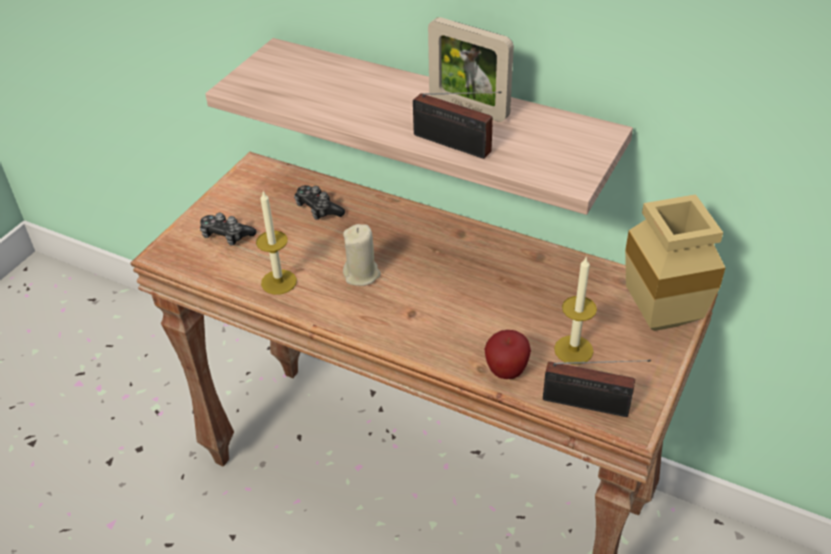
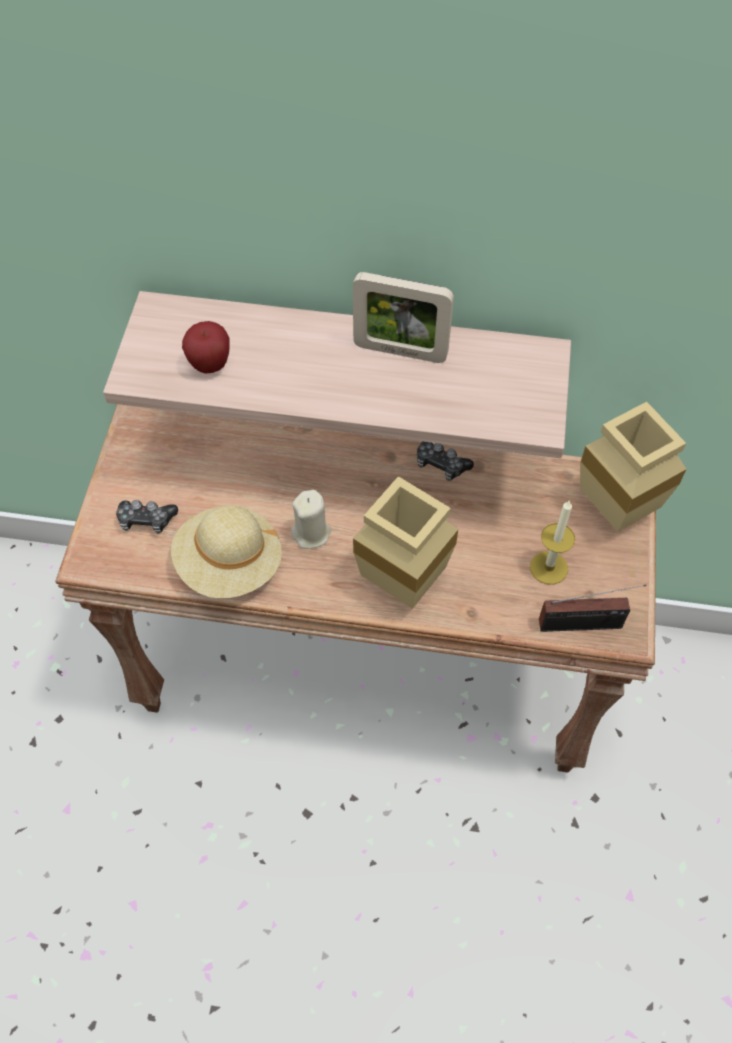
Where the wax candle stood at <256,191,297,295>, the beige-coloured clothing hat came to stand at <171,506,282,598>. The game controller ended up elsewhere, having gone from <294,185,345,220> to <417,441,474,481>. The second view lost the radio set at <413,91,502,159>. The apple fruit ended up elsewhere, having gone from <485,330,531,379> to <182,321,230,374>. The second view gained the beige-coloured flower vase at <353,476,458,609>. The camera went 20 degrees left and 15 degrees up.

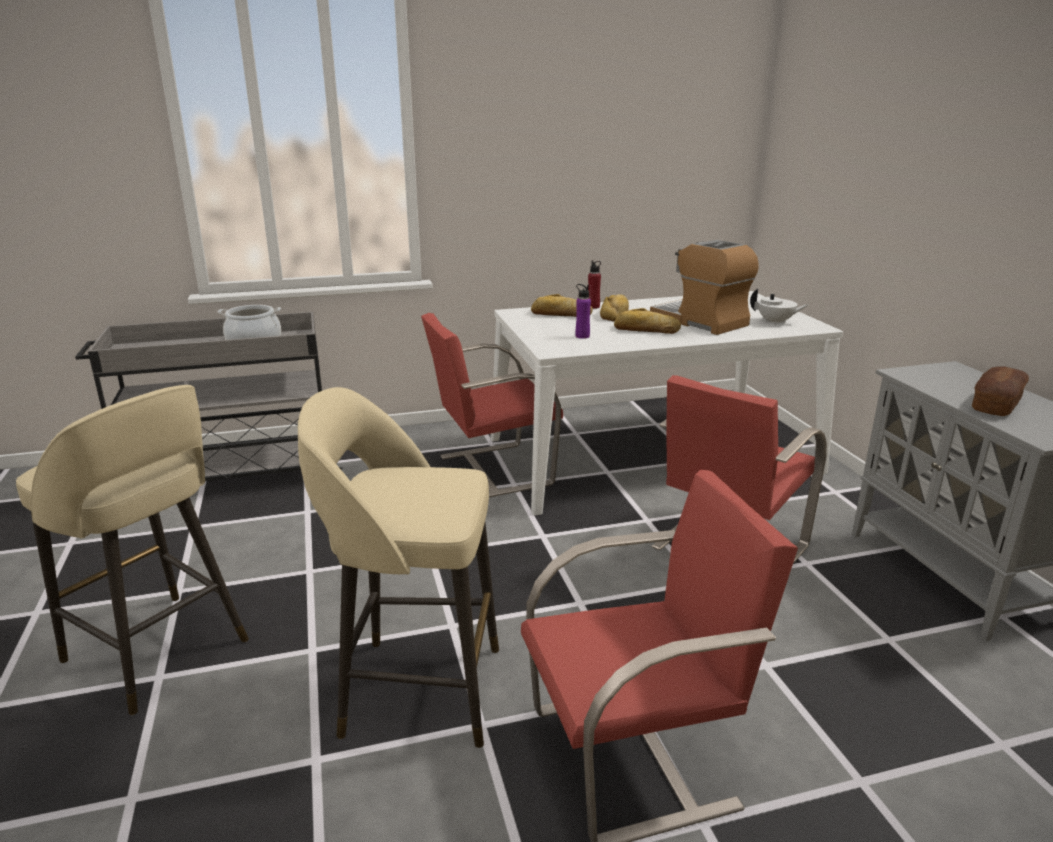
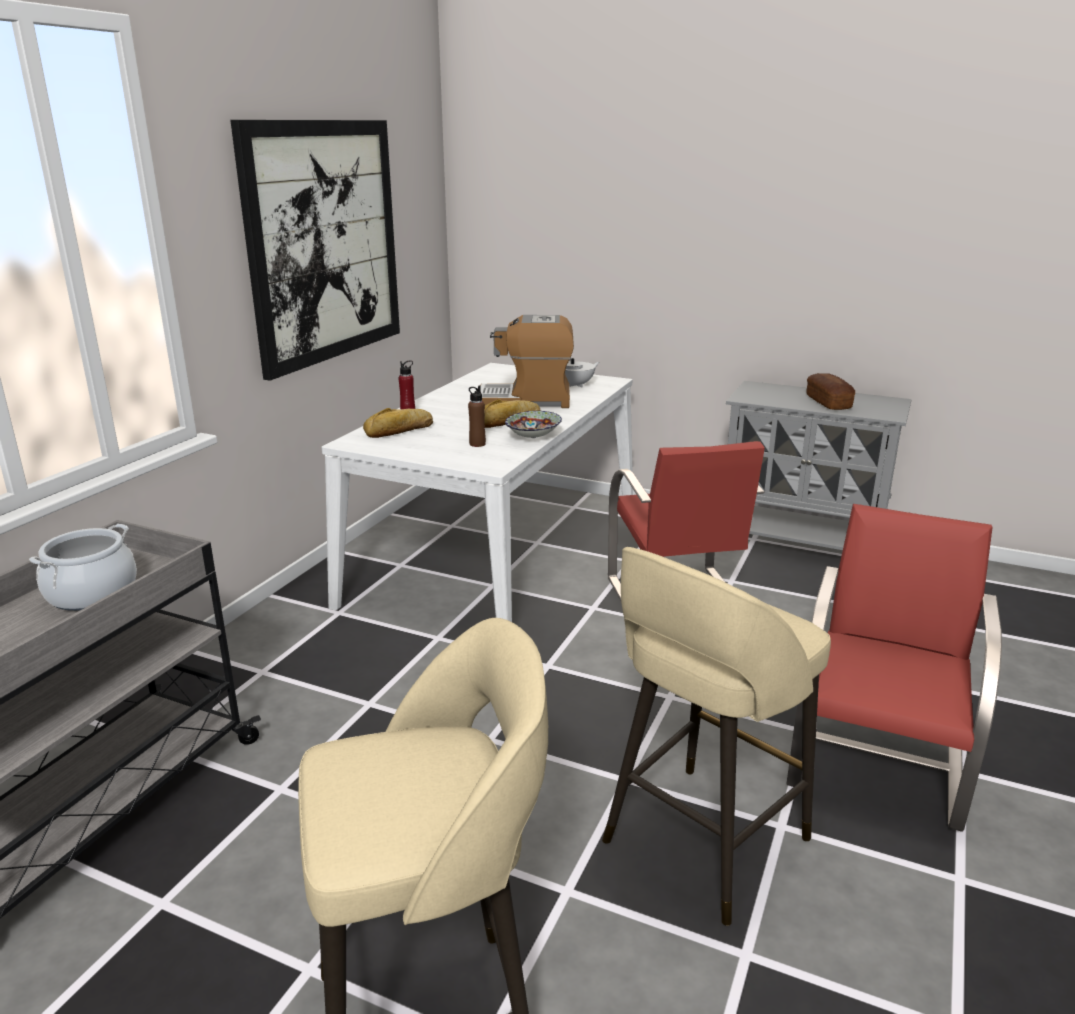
The second view lost the red upright chair at <421,313,563,497>. What was the purplish bottle at <575,284,591,339> turned into the brown bottle at <468,385,486,447>. The second view lost the baked bread at <600,294,629,322>. The second view gained the wall picture at <230,120,400,381>. The second view gained the serving bowl at <505,411,562,438>. The camera went 50 degrees left and 0 degrees up.

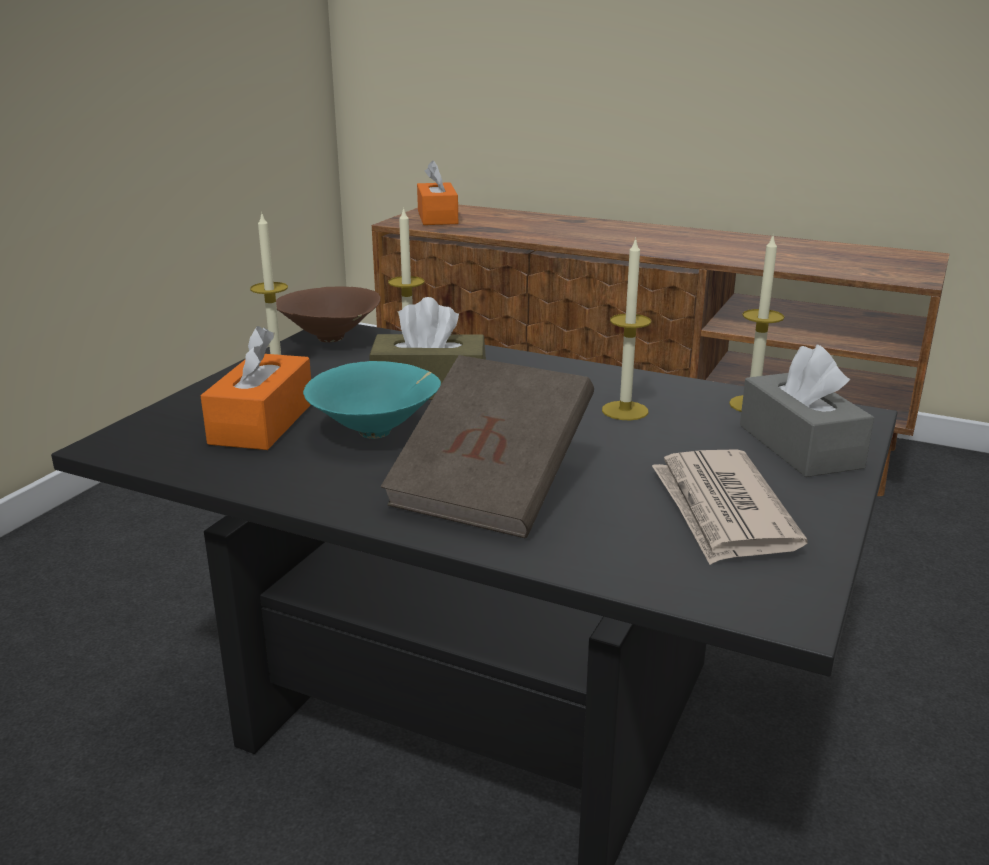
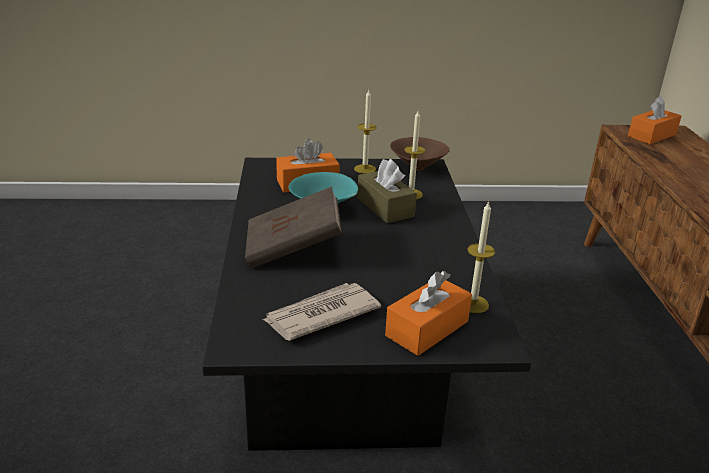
The second view lost the wax candle at <602,237,651,420>. What was the grey box of tissues at <740,345,874,477> turned into the orangey box of tissues at <385,271,472,356>. The camera went 60 degrees right and 5 degrees up.

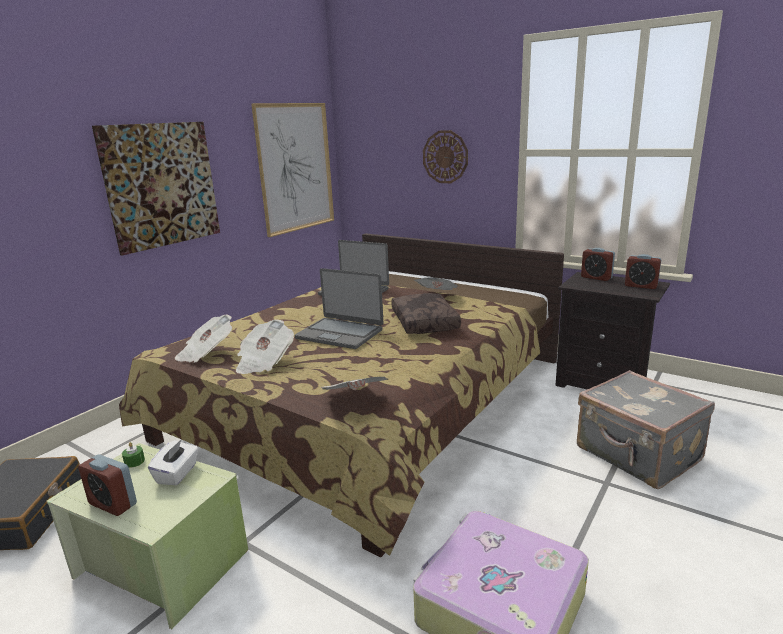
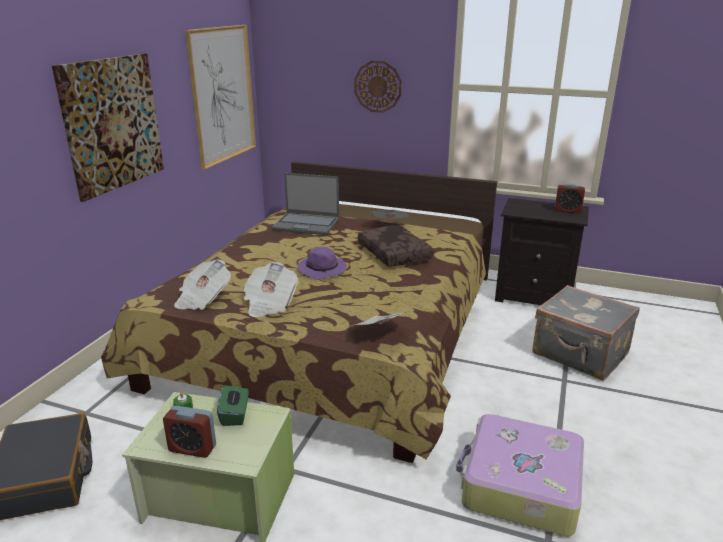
What was the whitish box of tissues at <148,440,198,485> turned into the green-coloured box of tissues at <217,385,249,426>. Where the laptop stood at <294,268,383,349>, the purplish clothing hat came to stand at <297,247,347,279>. The second view lost the table clock at <581,248,615,281>. The camera went 15 degrees left and 5 degrees up.

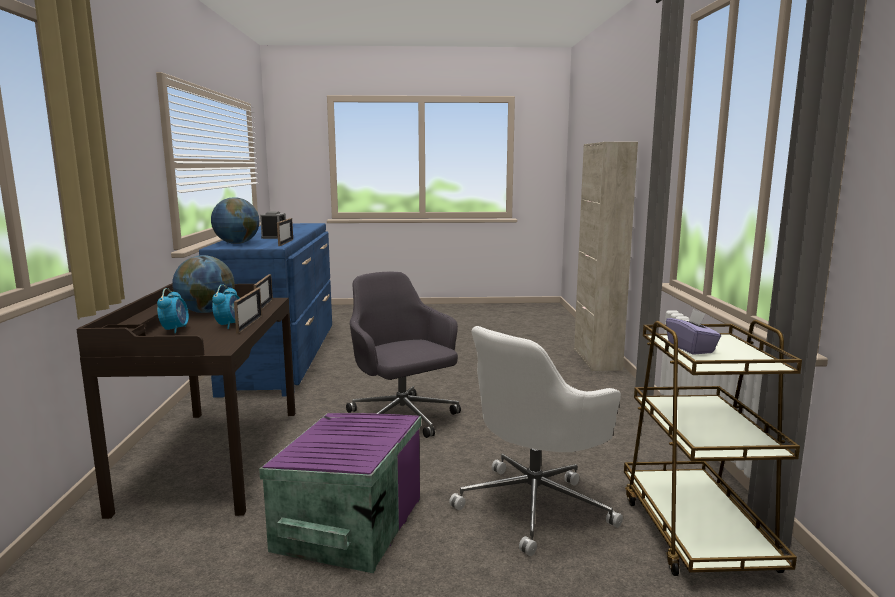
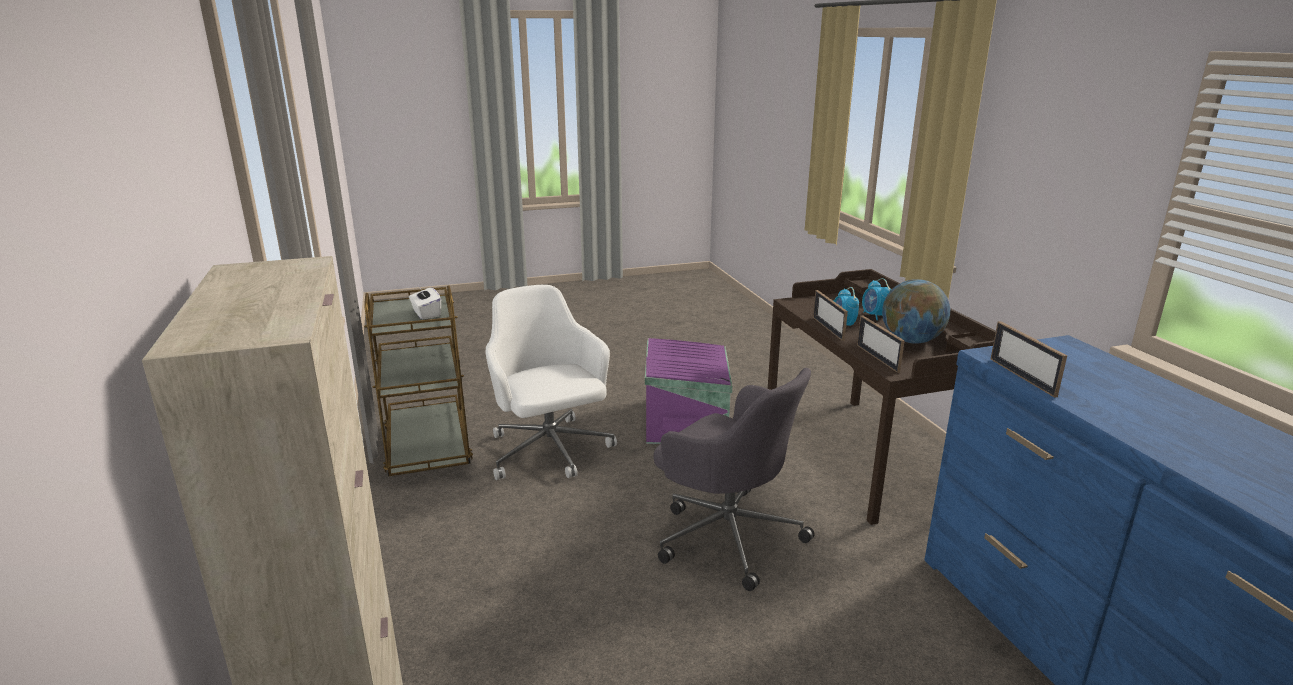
The second view lost the world globe at <211,197,260,244>. The second view lost the table clock at <260,211,286,239>. The whitish office chair at <449,326,623,556> ended up facing another way, 60 degrees counterclockwise from before. What was the purplish box of tissues at <666,309,721,355> turned into the whitish box of tissues at <409,285,441,319>. The camera went 165 degrees right and 10 degrees up.

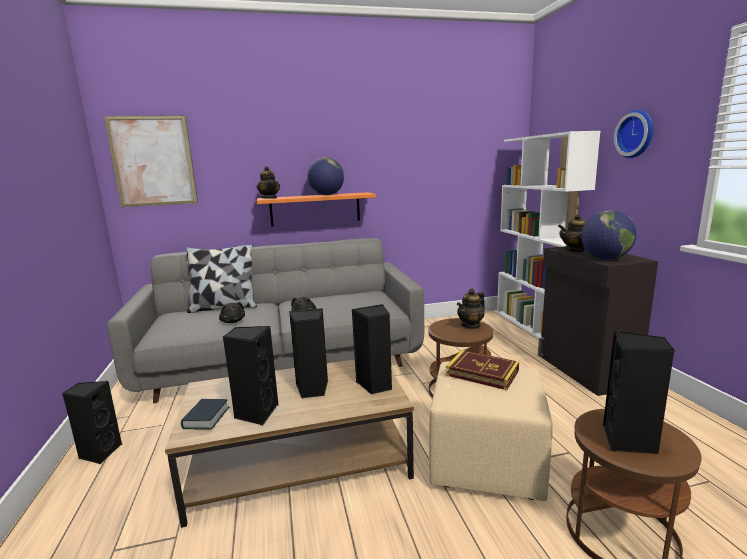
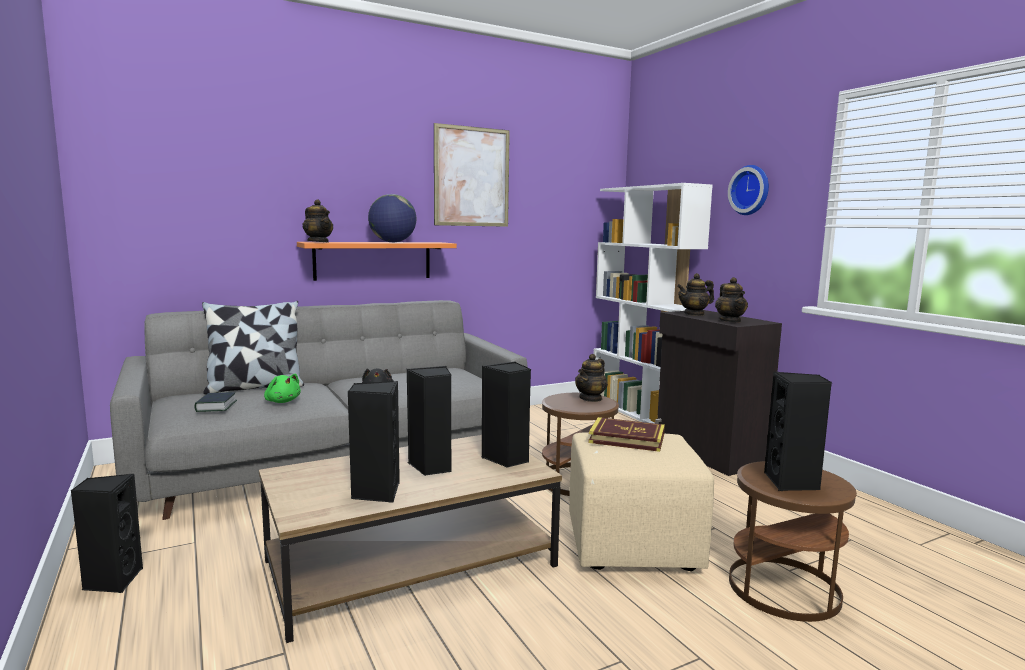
The wall picture ended up elsewhere, having gone from <104,115,198,207> to <434,123,510,227>. The volume ended up elsewhere, having gone from <181,399,229,430> to <195,392,237,412>. What was the black cuddly toy at <219,302,245,323> turned into the green-coloured cuddly toy at <264,374,301,403>. Where the world globe stood at <581,210,637,260>, the tea pot came to stand at <715,277,748,323>. The camera went 15 degrees left and 5 degrees down.

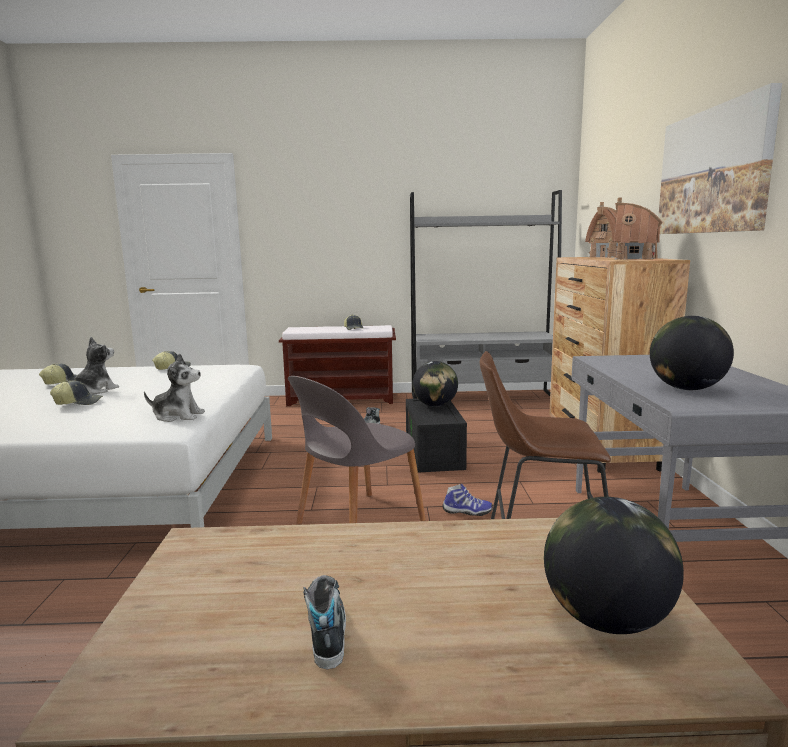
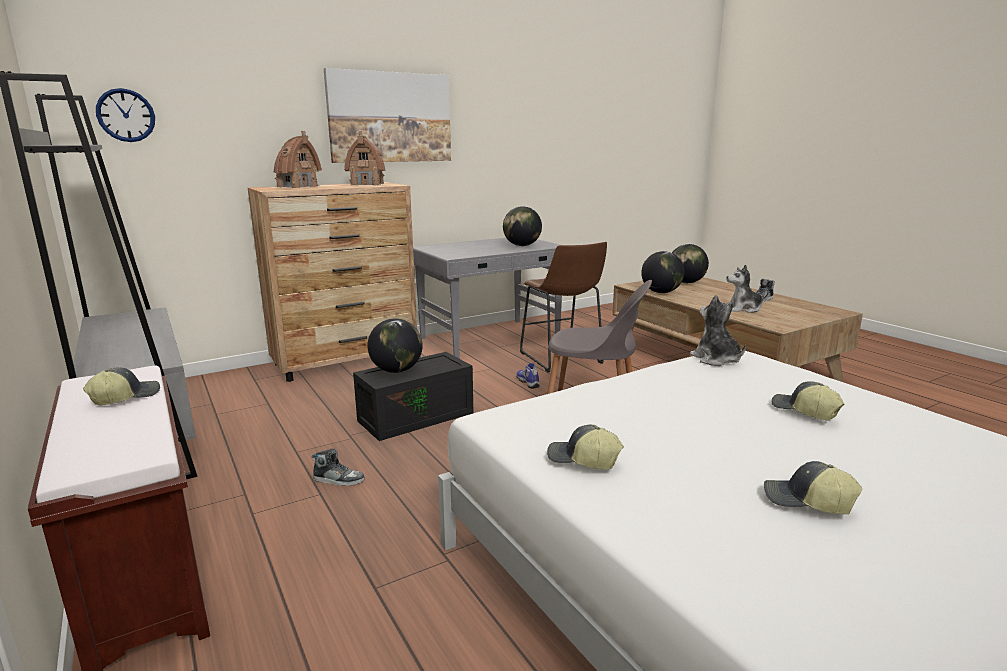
The cuddly toy ended up elsewhere, having gone from <66,337,119,394> to <726,265,769,313>. The second view gained the wall clock at <96,88,155,142>. The second view gained the world globe at <641,251,685,293>. The camera went 120 degrees left and 5 degrees up.

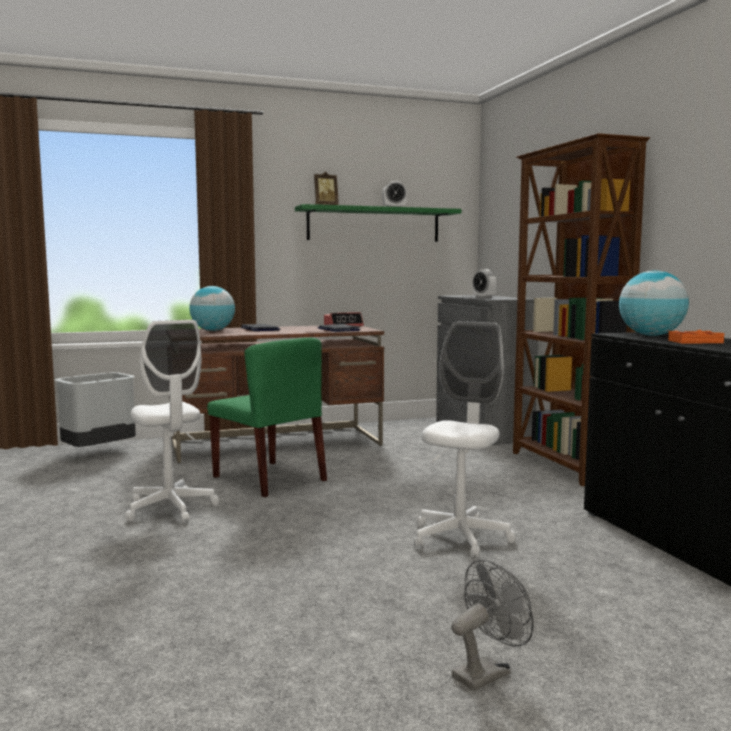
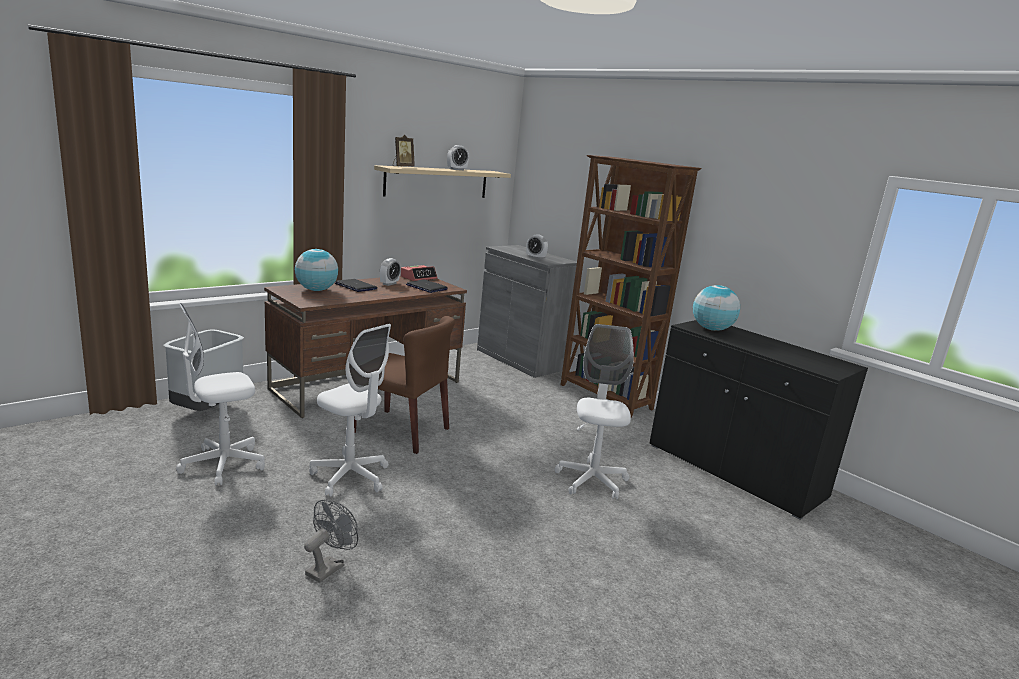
What was the green-coloured upright chair at <207,338,327,497> turned into the brown upright chair at <354,316,455,454>. What was the green-coloured wall shelf at <295,204,462,242> turned into the beige-coloured wall shelf at <374,165,511,198>. The grey cooling fan ended up elsewhere, having gone from <451,559,534,691> to <304,500,358,583>. The second view lost the orangey volume at <668,330,724,343>. The second view gained the whitish office chair at <176,303,265,485>. The second view gained the table clock at <380,258,401,286>. The camera went 25 degrees left and 10 degrees up.

